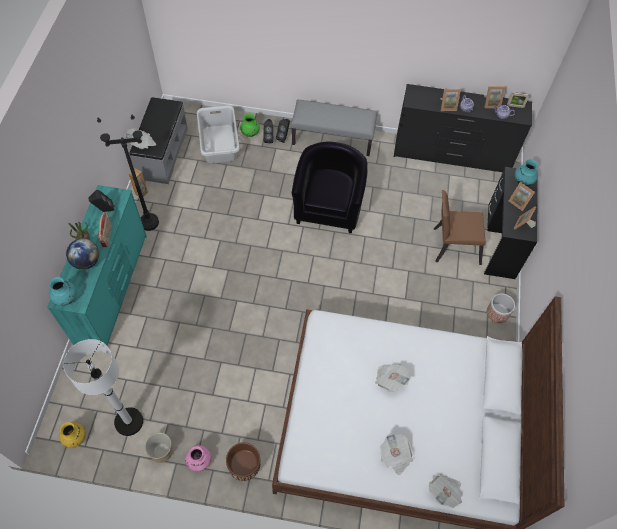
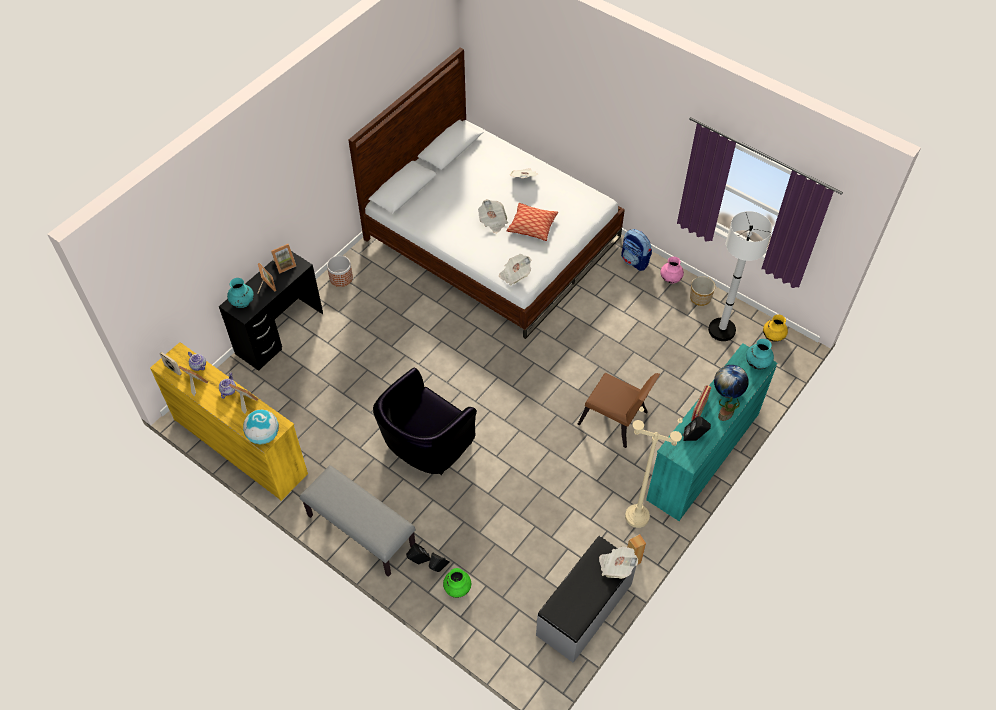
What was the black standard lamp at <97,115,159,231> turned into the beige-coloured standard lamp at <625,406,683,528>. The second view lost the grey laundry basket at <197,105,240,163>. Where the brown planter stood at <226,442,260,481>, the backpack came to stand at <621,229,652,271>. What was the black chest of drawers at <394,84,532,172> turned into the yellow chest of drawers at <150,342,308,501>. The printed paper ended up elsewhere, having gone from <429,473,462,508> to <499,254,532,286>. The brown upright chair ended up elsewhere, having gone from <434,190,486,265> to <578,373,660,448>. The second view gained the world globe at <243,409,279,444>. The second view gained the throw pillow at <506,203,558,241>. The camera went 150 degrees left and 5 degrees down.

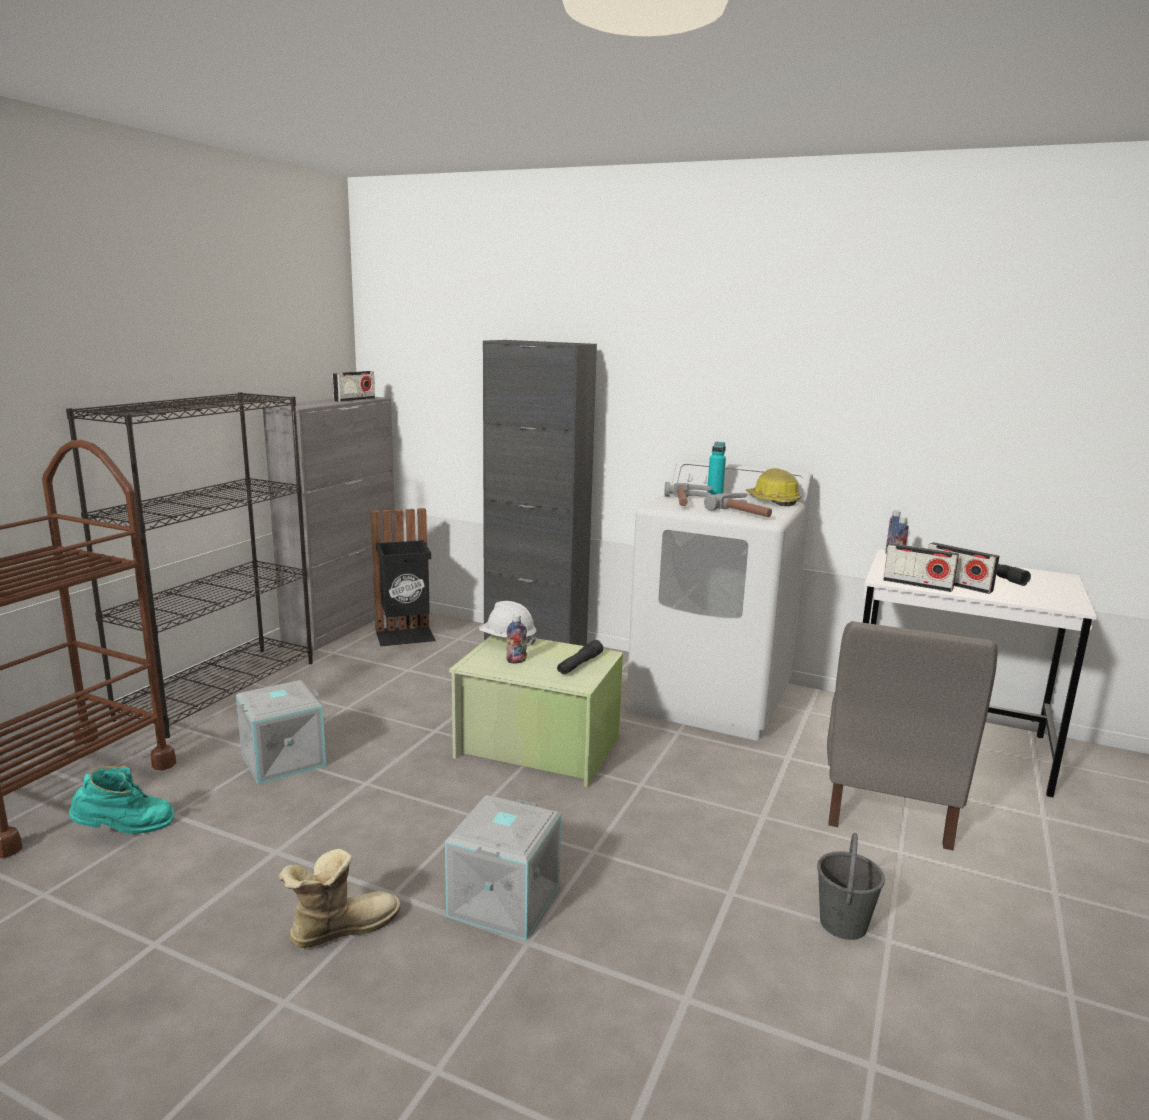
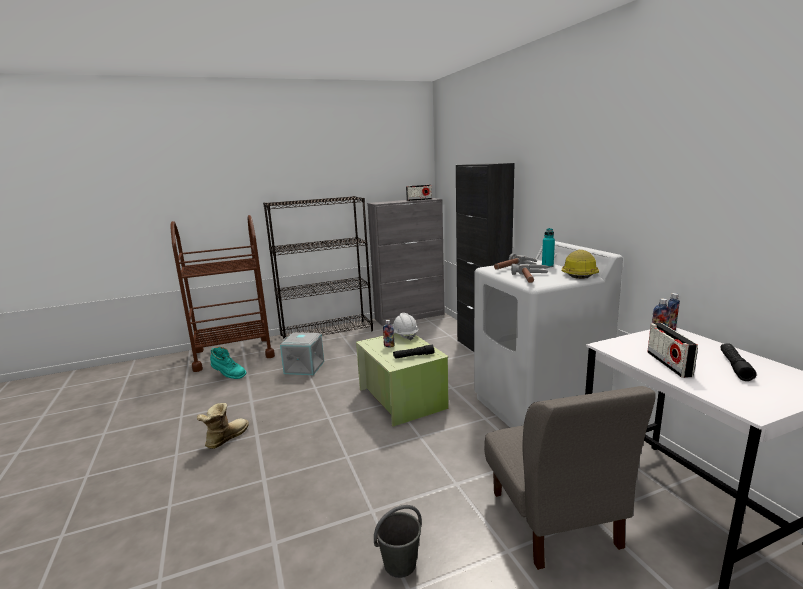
The tall boot at <279,849,401,948> ended up facing another way, 75 degrees counterclockwise from before. The second view lost the black trash can at <370,508,436,647>. The second view lost the grey storage box at <445,795,561,941>. The grey upright chair at <827,621,998,851> ended up facing another way, 75 degrees counterclockwise from before. The second view lost the radio set at <883,543,959,592>. The camera went 45 degrees right and 0 degrees up.

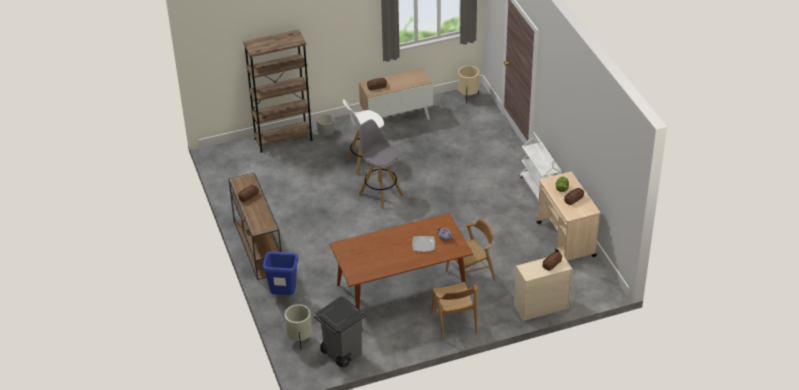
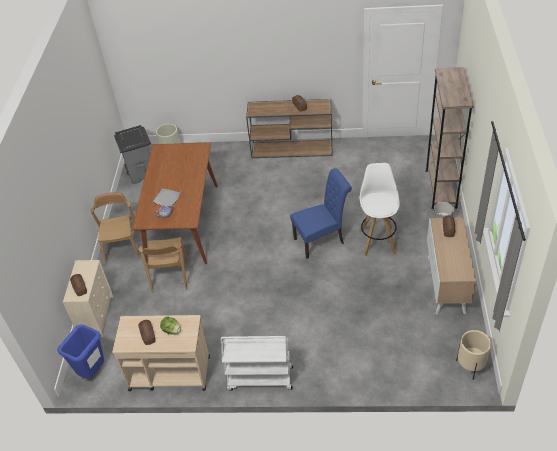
The blue trash can ended up elsewhere, having gone from <263,251,298,295> to <57,325,104,379>. Where the grey stool seat stood at <359,119,403,209>, the blue upright chair came to stand at <290,168,352,259>. The brown upright chair at <431,282,478,341> ended up facing another way, 75 degrees clockwise from before. The camera went 115 degrees right and 5 degrees up.

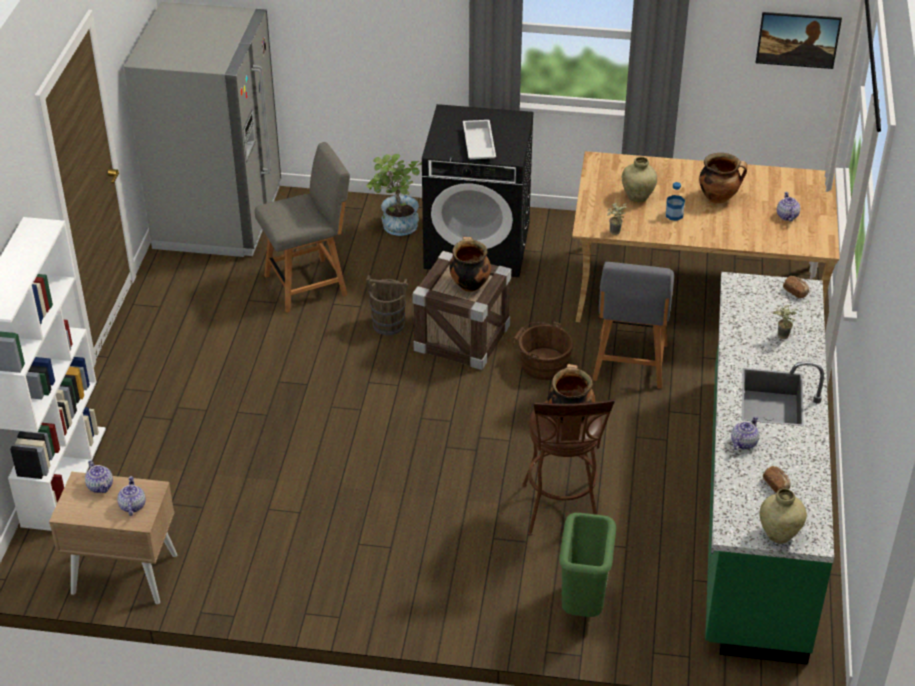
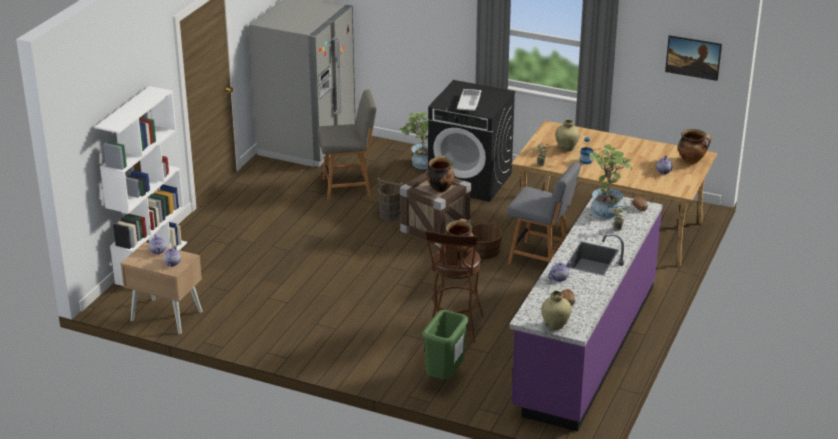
The grey upright chair at <592,262,674,389> ended up facing another way, 90 degrees counterclockwise from before. The stockpot ended up elsewhere, having gone from <699,153,747,204> to <678,129,711,164>. What was the green-coloured kitchen counter at <705,272,834,665> turned into the purplish kitchen counter at <509,197,663,431>. The second view gained the potted plant at <589,144,633,220>. The camera went 15 degrees right and 10 degrees down.

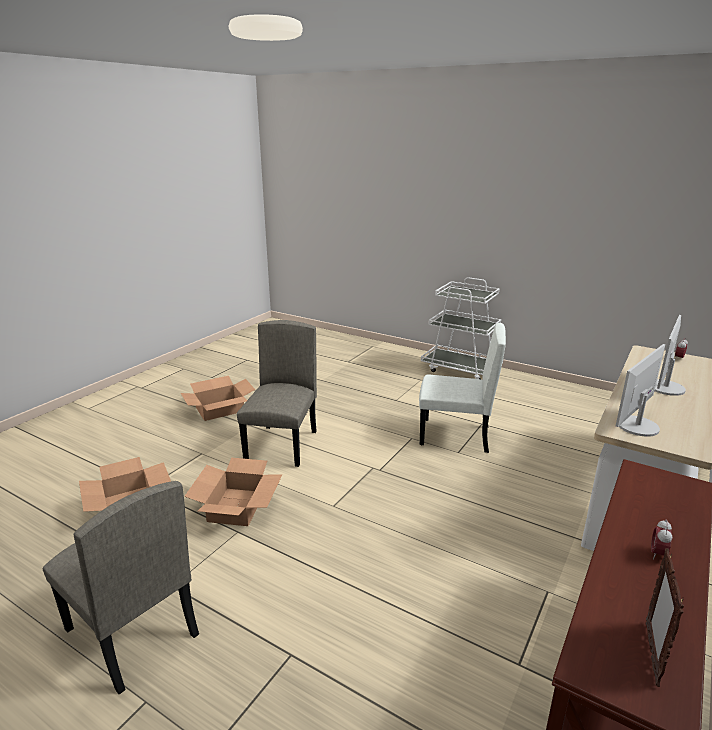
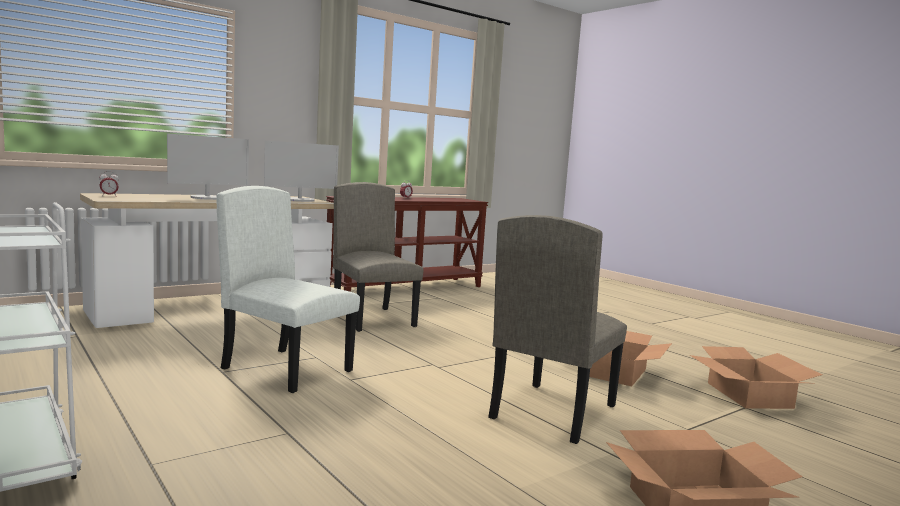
The beige-coloured upright chair ended up elsewhere, having gone from <42,481,199,694> to <333,182,424,332>. The second view lost the photo frame at <646,548,684,687>. The camera went 160 degrees left and 15 degrees down.

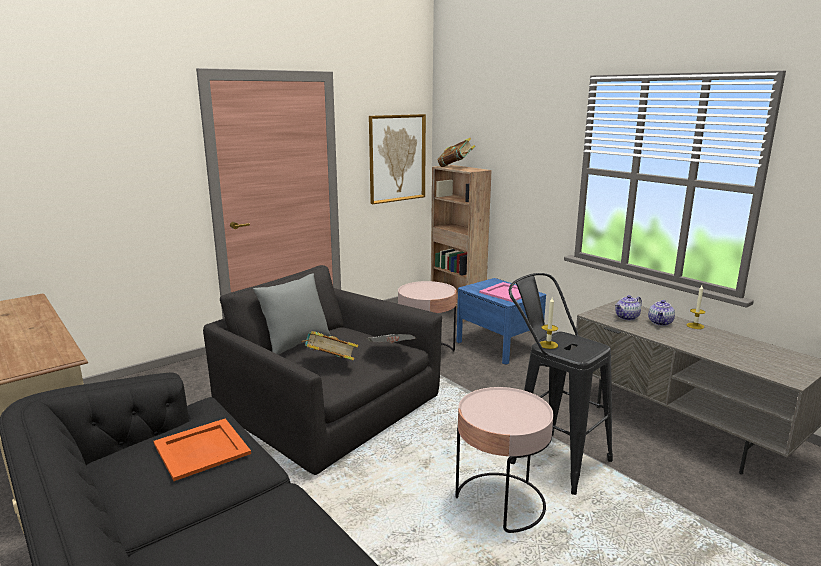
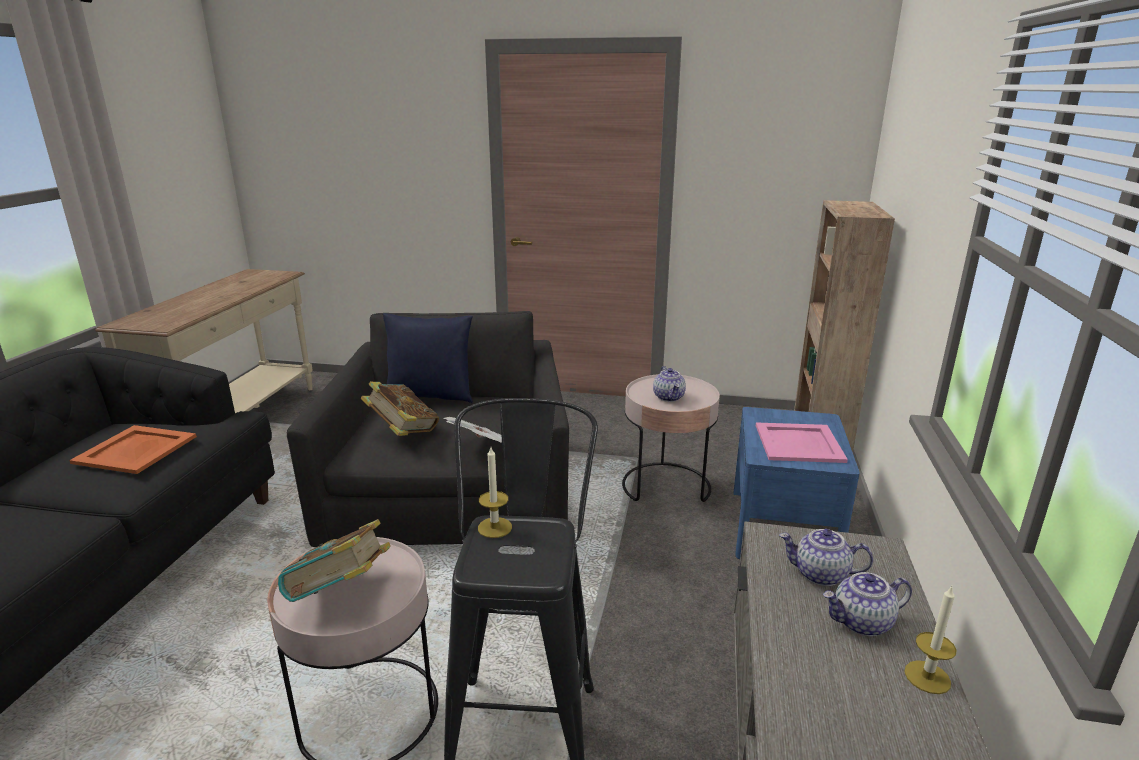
What was the grey throw pillow at <253,273,331,355> turned into the blue throw pillow at <383,313,473,403>. The second view lost the wall picture at <369,114,426,204>. The volume ended up elsewhere, having gone from <437,138,475,167> to <278,519,391,602>. The second view gained the tea pot at <653,366,686,402>. The camera went 50 degrees right and 5 degrees up.

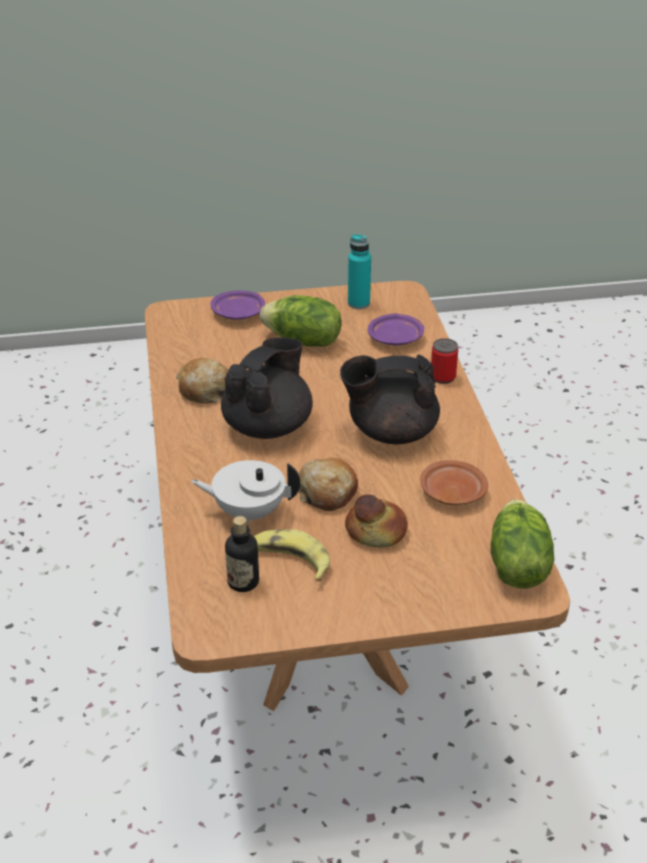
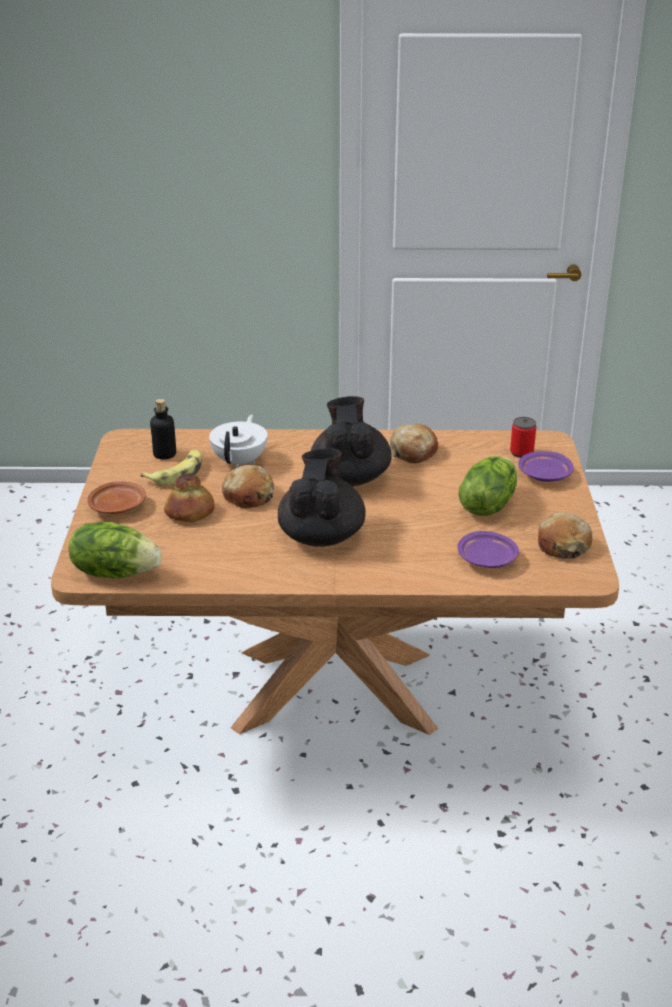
The black tea pot at <221,337,313,439> ended up facing another way, 135 degrees counterclockwise from before. Where the turquoise-coloured bottle stood at <348,234,371,309>, the baked bread came to stand at <538,512,592,558>. The brown dinner plate ended up elsewhere, having gone from <420,460,488,505> to <87,482,146,514>. The sealed can ended up elsewhere, having gone from <431,338,458,384> to <510,417,536,458>. The camera went 100 degrees right and 5 degrees down.

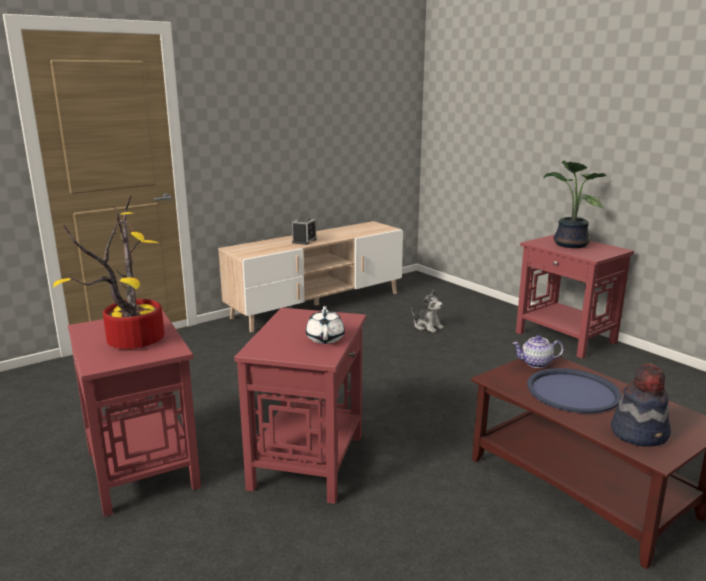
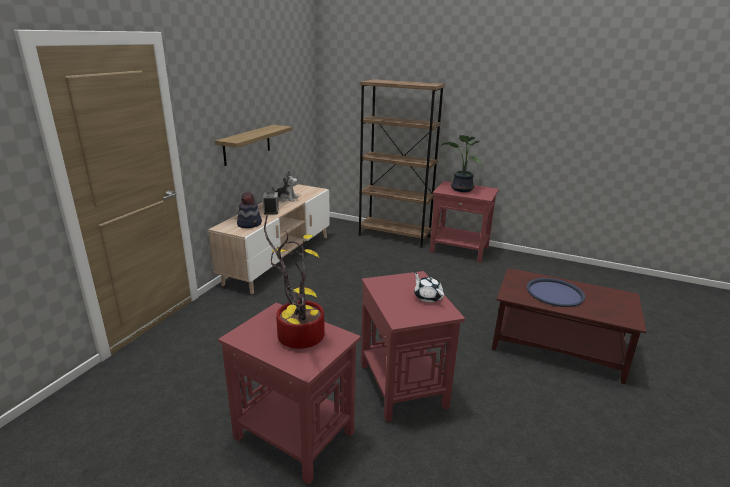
The cuddly toy ended up elsewhere, having gone from <411,290,444,333> to <272,171,298,202>. The second view lost the tea pot at <513,335,564,368>. The clothing hat ended up elsewhere, having gone from <611,363,671,447> to <237,192,262,228>. The second view gained the wall shelf at <215,125,292,166>. The second view gained the brown shelving unit at <358,79,445,248>. The camera went 30 degrees left and 5 degrees up.

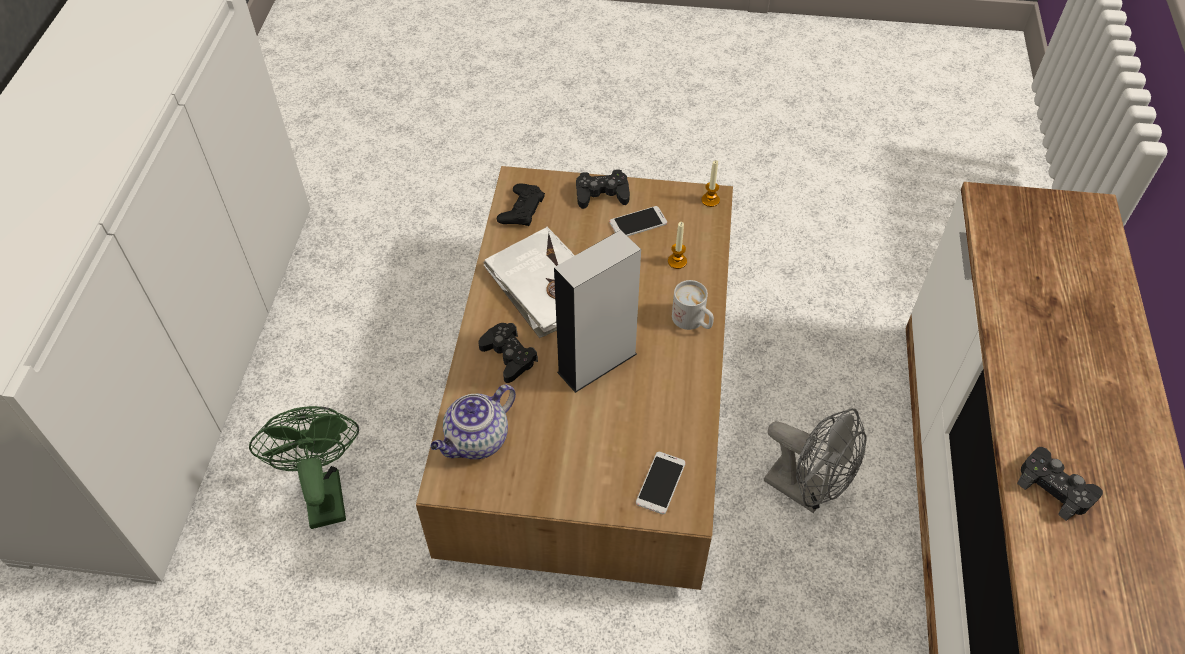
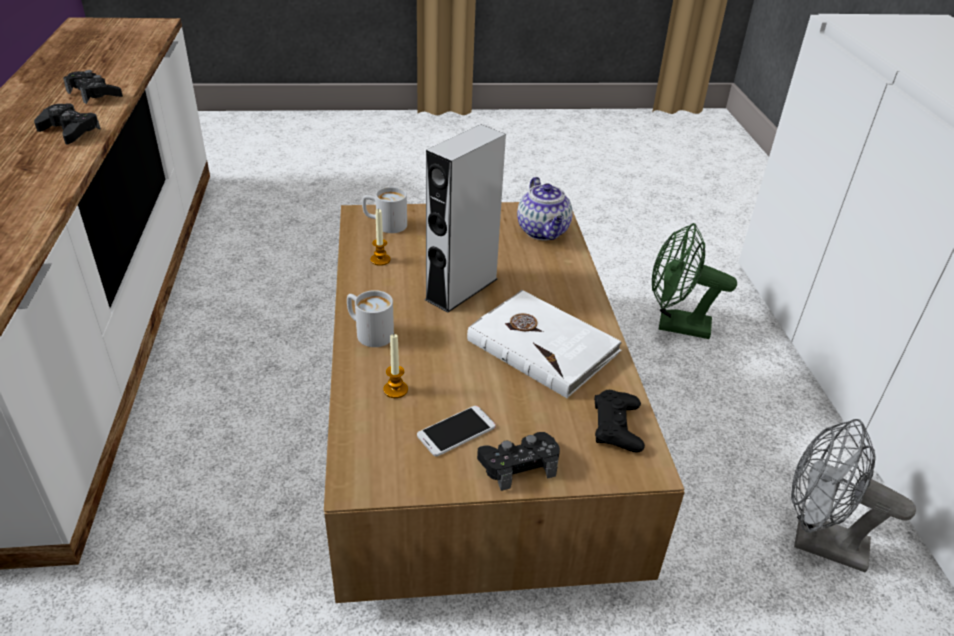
The green-coloured cooling fan at <249,406,359,529> ended up facing another way, 135 degrees clockwise from before. The tea pot at <430,385,516,459> ended up facing another way, 135 degrees clockwise from before. The black game controller ended up elsewhere, having gone from <478,323,538,383> to <63,70,123,104>. Where the phone stood at <636,452,686,514>, the whitish coffee mug came to stand at <362,187,407,233>. The wax candle ended up elsewhere, having gone from <701,160,720,207> to <370,208,390,266>. The grey cooling fan ended up elsewhere, having gone from <764,408,866,513> to <791,419,916,572>. The camera went 165 degrees right and 15 degrees down.

